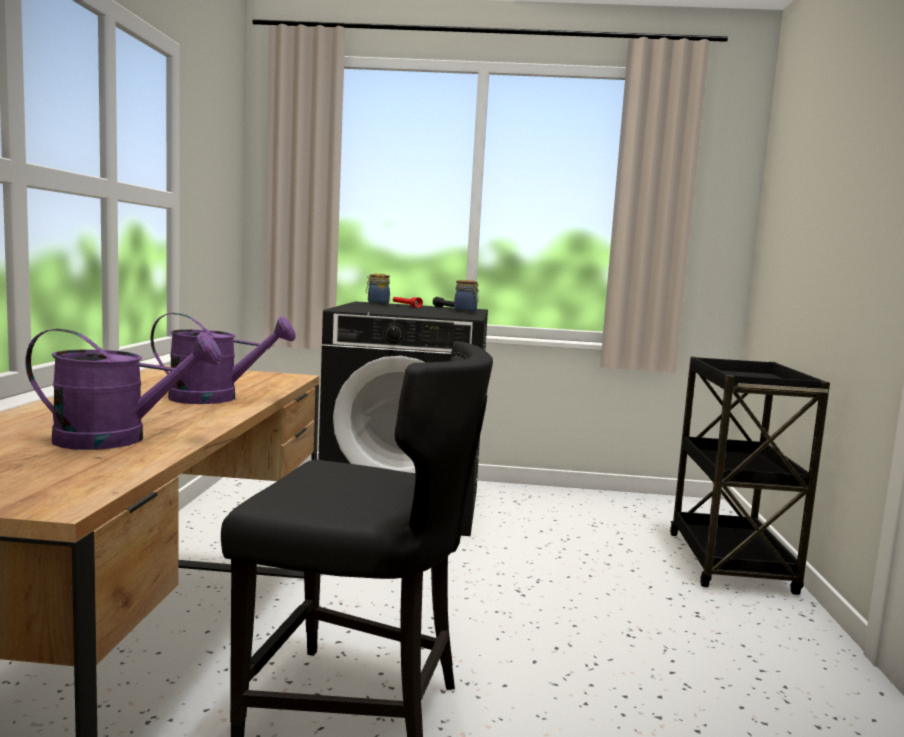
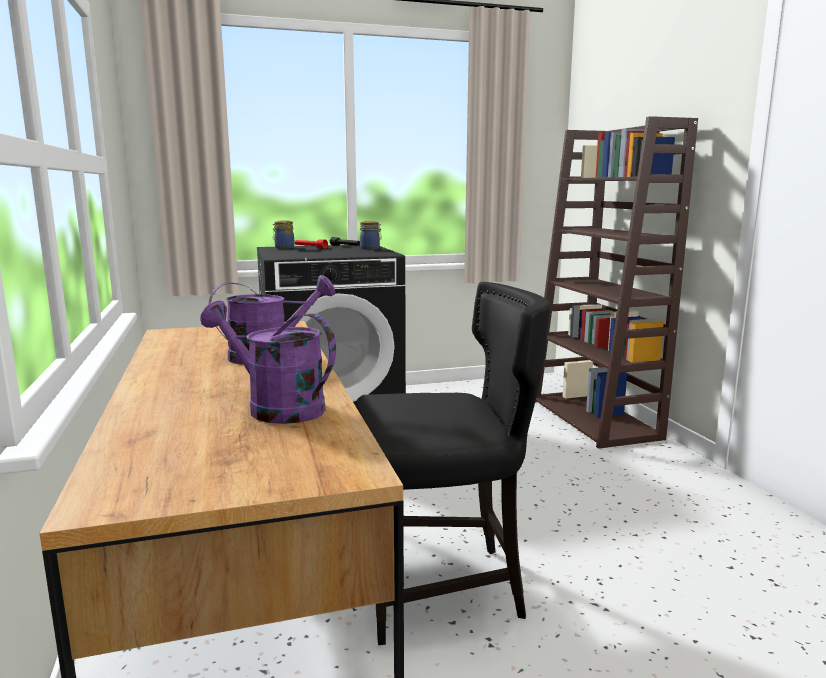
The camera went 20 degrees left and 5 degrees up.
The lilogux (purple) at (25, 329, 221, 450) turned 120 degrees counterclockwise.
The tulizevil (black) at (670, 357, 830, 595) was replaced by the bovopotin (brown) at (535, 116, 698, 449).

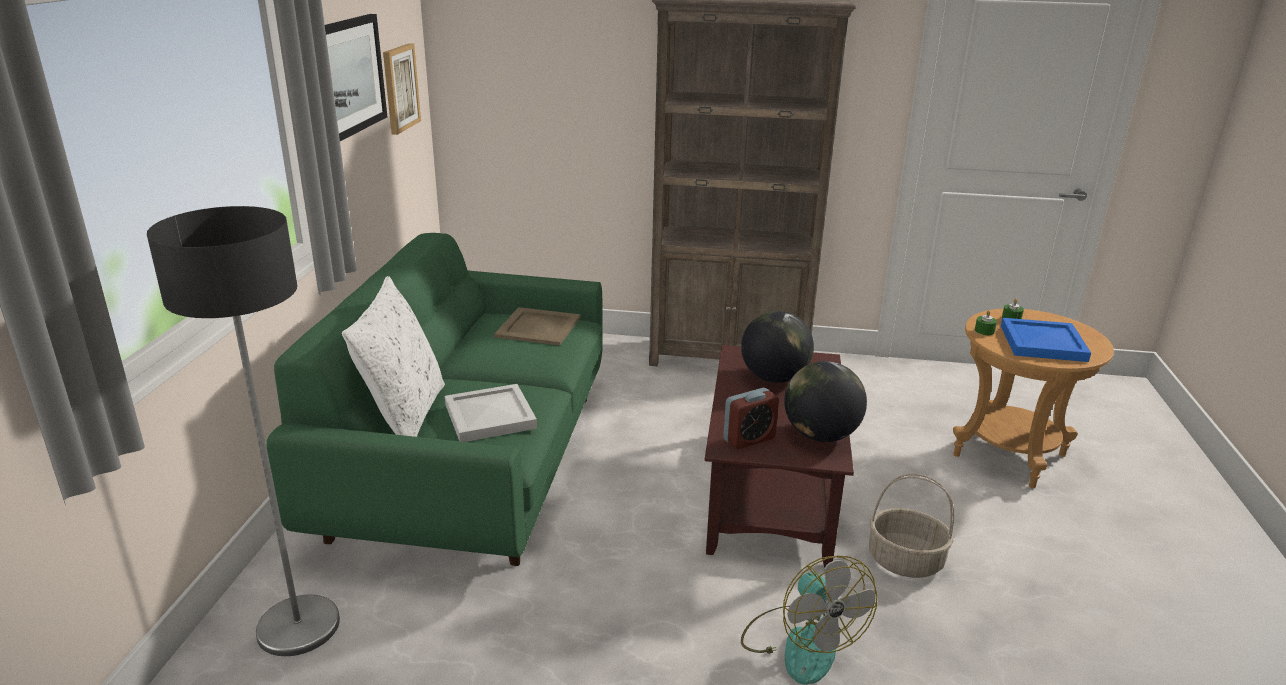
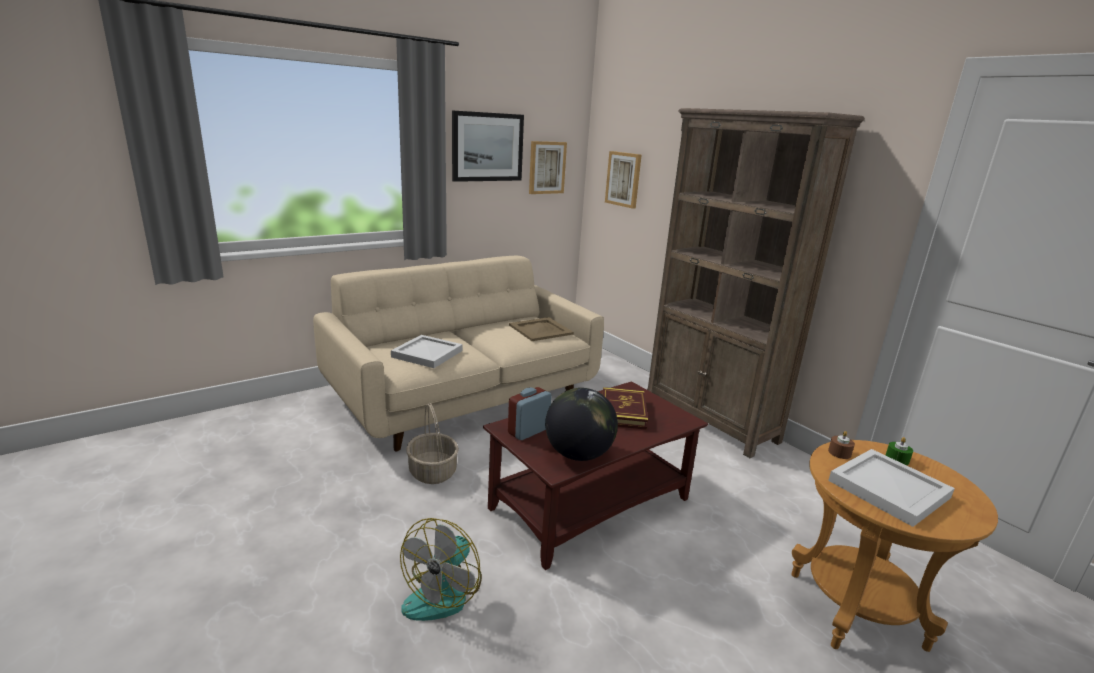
The camera went 45 degrees right and 5 degrees down.
The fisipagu at (147, 206, 340, 656) disappeared.
The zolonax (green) at (266, 233, 603, 566) became the zolonax (beige) at (313, 256, 604, 452).
The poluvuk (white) at (342, 276, 445, 437) disappeared.
The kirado at (723, 388, 779, 449) turned 120 degrees clockwise.
The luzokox at (741, 311, 814, 383) was replaced by the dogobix at (602, 387, 648, 430).
The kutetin moved from (869, 474, 954, 578) to (406, 403, 459, 484).
The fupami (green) at (975, 310, 997, 335) became the fupami (brown) at (828, 431, 855, 459).
The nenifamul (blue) at (1001, 318, 1091, 362) became the nenifamul (white) at (828, 449, 955, 527).
The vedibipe at (605, 151, 642, 209) appeared.

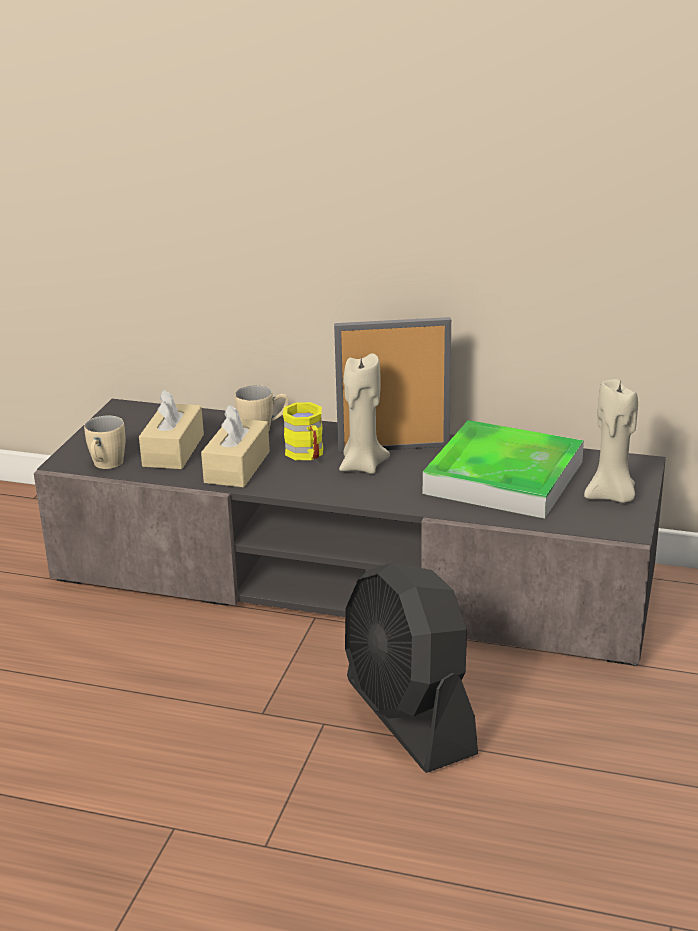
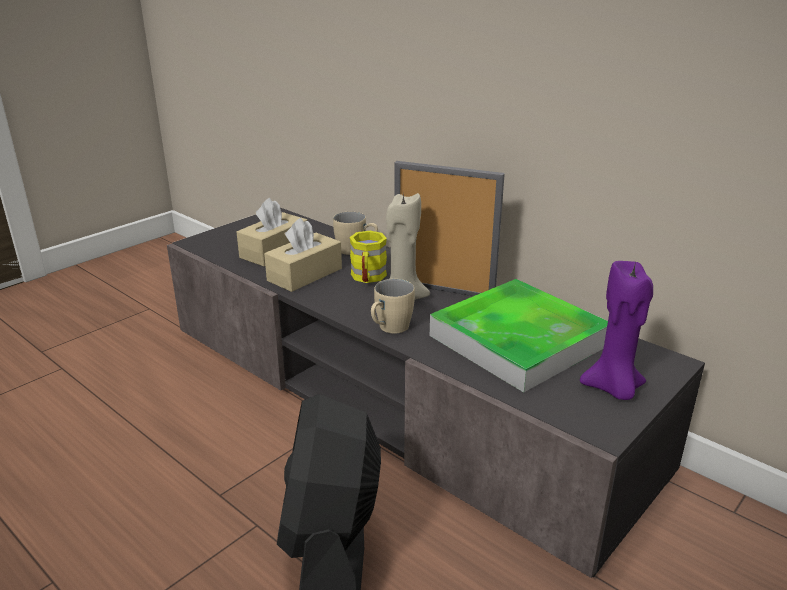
The camera went 25 degrees right and 0 degrees up.
The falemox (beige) moved from (84, 416, 125, 469) to (371, 279, 415, 333).
The fupami (beige) at (584, 379, 638, 503) became the fupami (purple) at (580, 261, 653, 400).

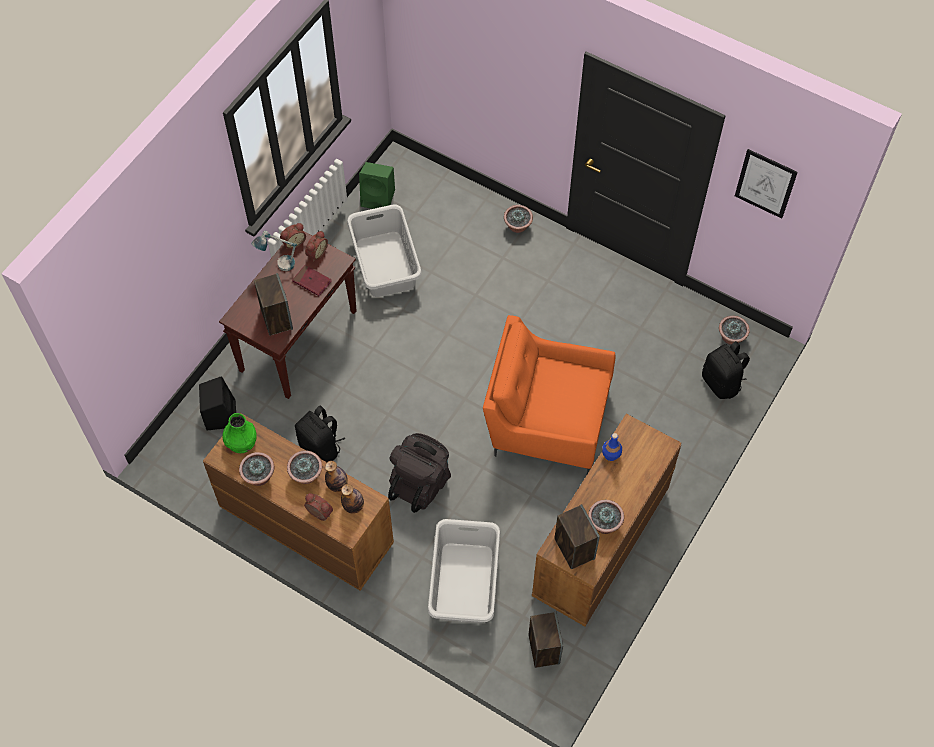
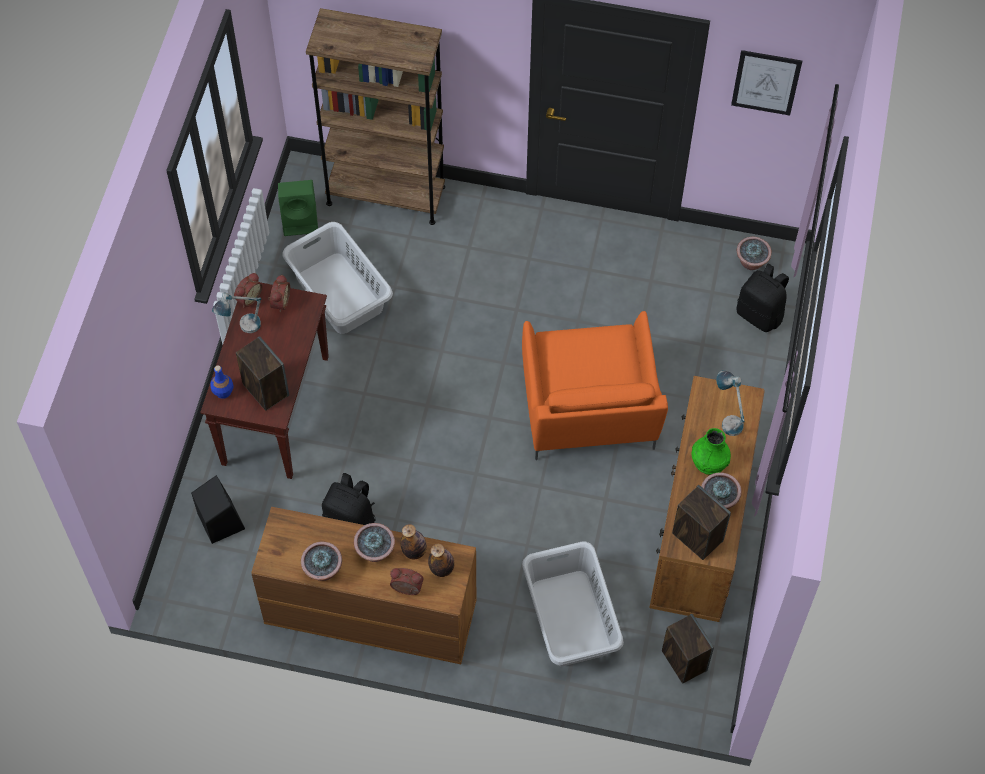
The camera went 20 degrees left and 0 degrees up.
The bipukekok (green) moved from (222, 413, 257, 453) to (691, 428, 731, 475).
The dogobix (red) at (292, 265, 331, 296) disappeared.
The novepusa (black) at (388, 433, 451, 513) disappeared.
The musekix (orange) at (483, 315, 615, 474) turned 90 degrees counterclockwise.
The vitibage at (504, 205, 533, 233) disappeared.
The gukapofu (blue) moved from (602, 433, 622, 461) to (210, 365, 233, 399).
The bovopotin (brown) at (306, 8, 445, 225) appeared.
The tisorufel at (716, 370, 745, 436) appeared.

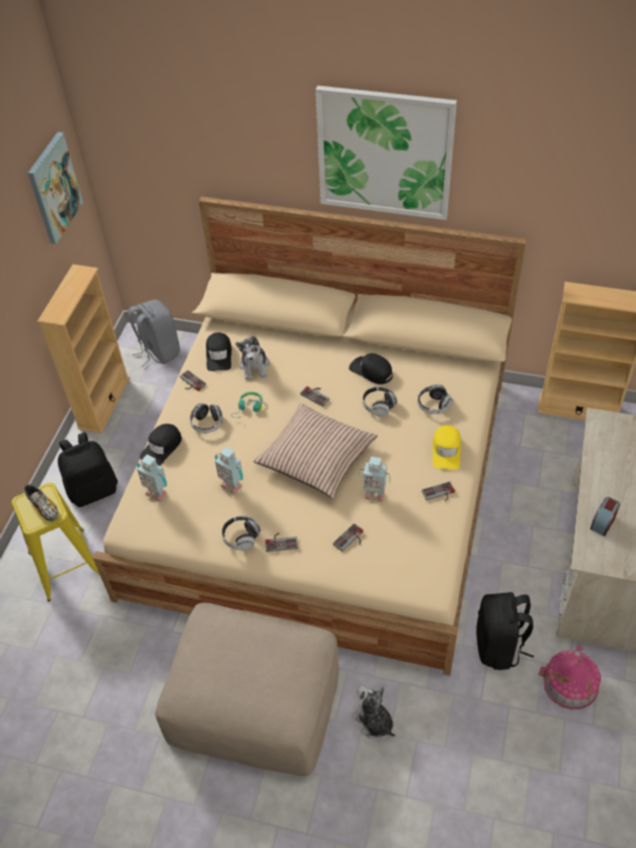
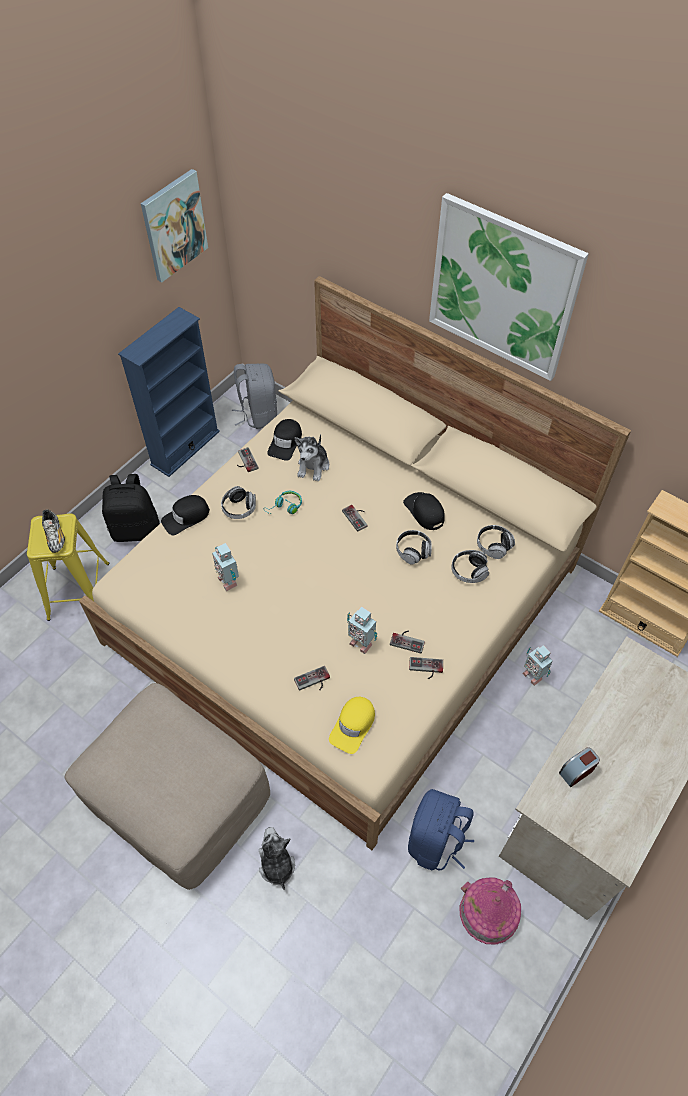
The camera went 20 degrees right and 5 degrees up.
The bovopotin (beige) at (37, 264, 130, 434) became the bovopotin (blue) at (118, 307, 220, 477).
The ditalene moved from (137, 454, 167, 502) to (522, 645, 553, 686).
The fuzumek moved from (222, 516, 261, 550) to (477, 525, 515, 559).
The poluvuk at (253, 403, 378, 498) disappeared.
The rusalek moved from (265, 533, 298, 552) to (390, 631, 425, 653).
The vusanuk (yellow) moved from (433, 425, 461, 470) to (329, 697, 375, 754).
The novepusa (black) at (476, 592, 534, 670) became the novepusa (blue) at (408, 789, 474, 871).

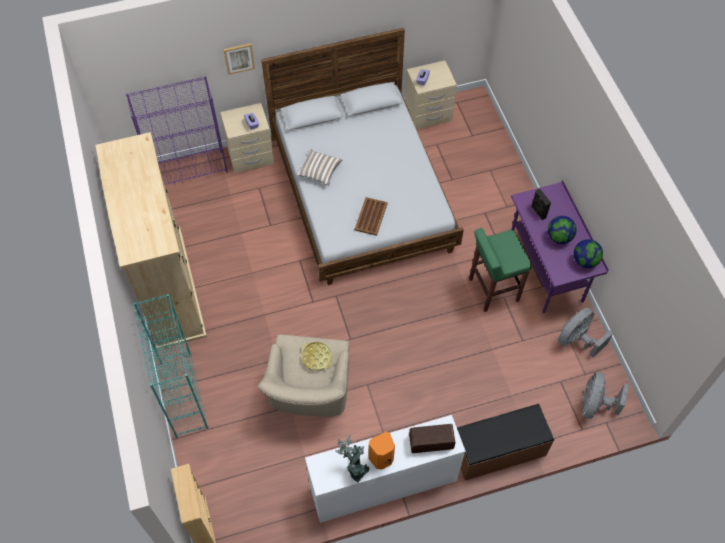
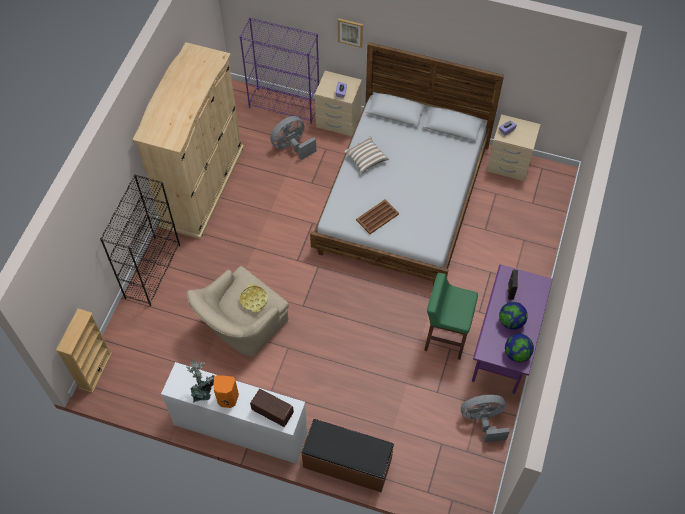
The camera went 35 degrees right and 0 degrees up.
The bovopotin (turquoise) at (133, 294, 208, 438) became the bovopotin (black) at (100, 174, 180, 306).
The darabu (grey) moved from (581, 372, 629, 419) to (270, 116, 316, 160).

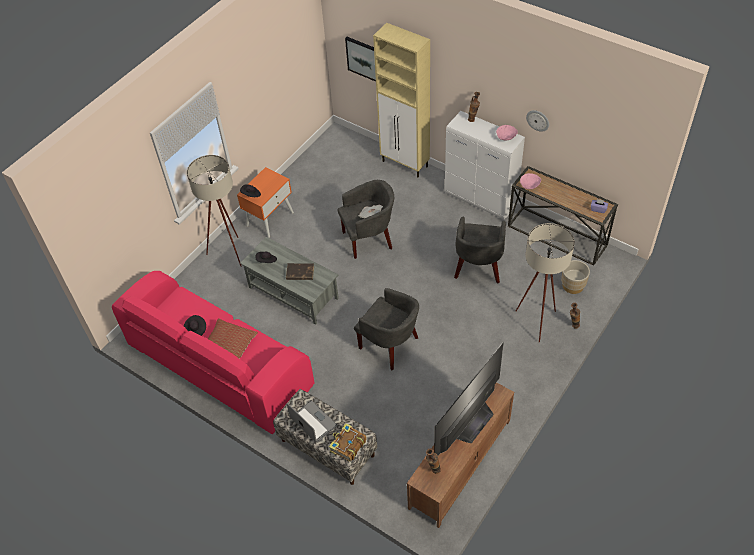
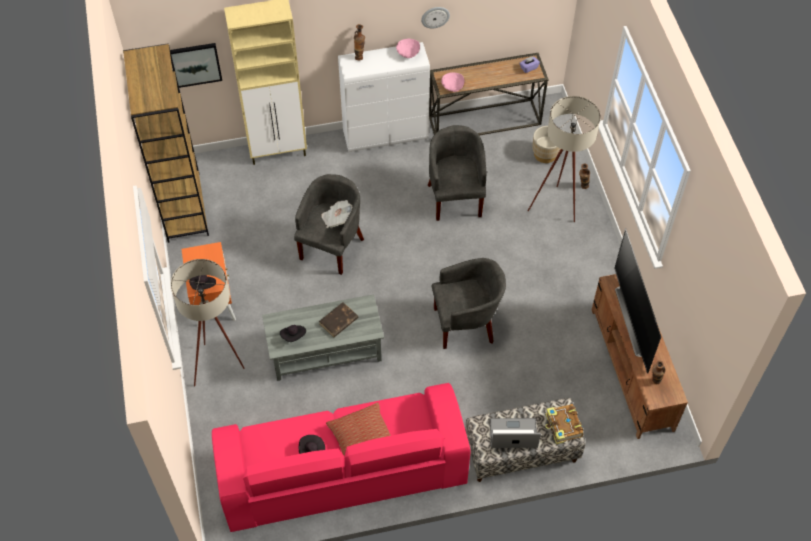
The camera went 50 degrees left and 5 degrees up.
The musekix (grey) at (454, 217, 506, 283) turned 150 degrees counterclockwise.
The bovopotin (brown) at (123, 43, 209, 243) appeared.

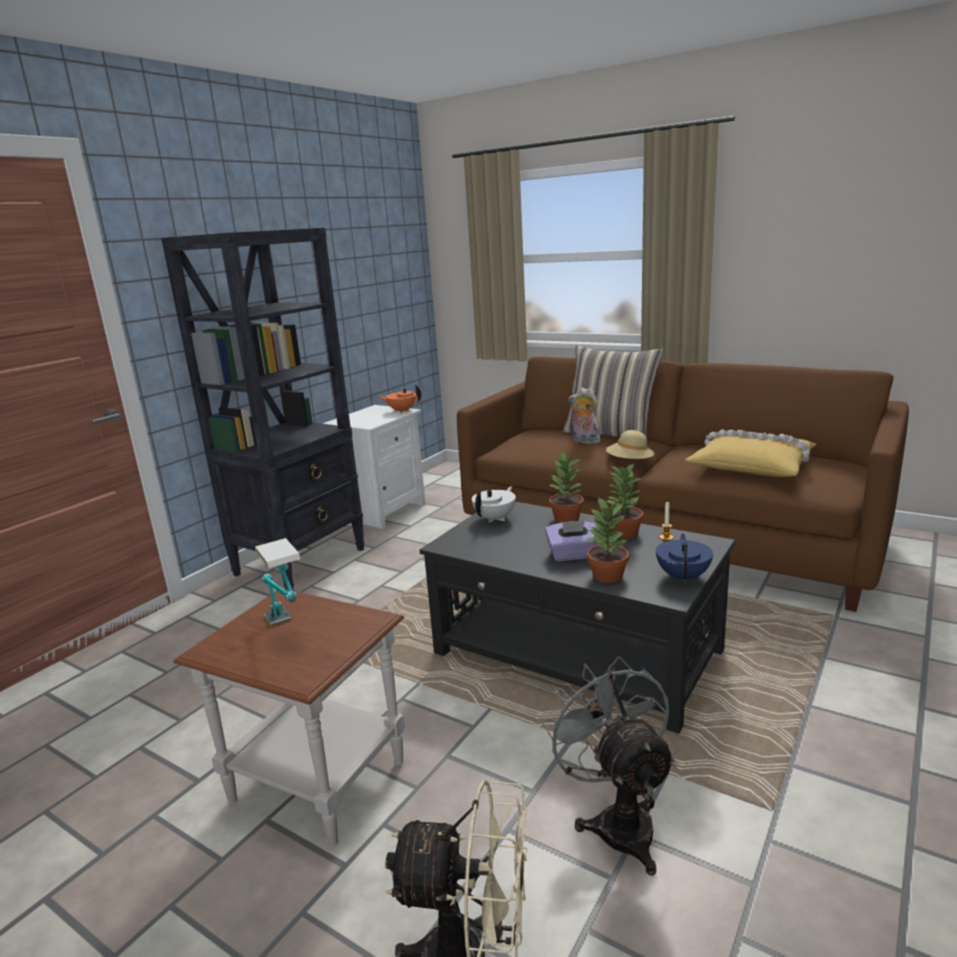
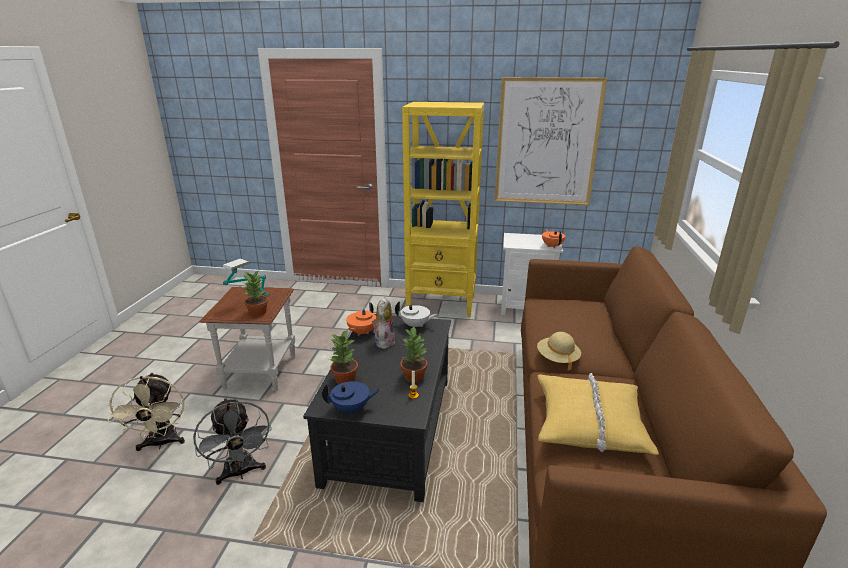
The camera went 65 degrees right and 5 degrees up.
The bovopotin (black) at (161, 228, 365, 591) became the bovopotin (yellow) at (402, 102, 484, 317).
The darabu (grey) at (542, 656, 677, 876) turned 105 degrees clockwise.
The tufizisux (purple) at (545, 521, 599, 561) disappeared.
The vitibage moved from (548, 451, 584, 523) to (242, 271, 268, 316).
The poluvuk at (563, 345, 663, 439) disappeared.
The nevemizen moved from (568, 388, 601, 444) to (372, 297, 395, 349).
The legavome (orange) at (346, 302, 376, 336) appeared.
The vedibipe at (495, 77, 607, 205) appeared.

